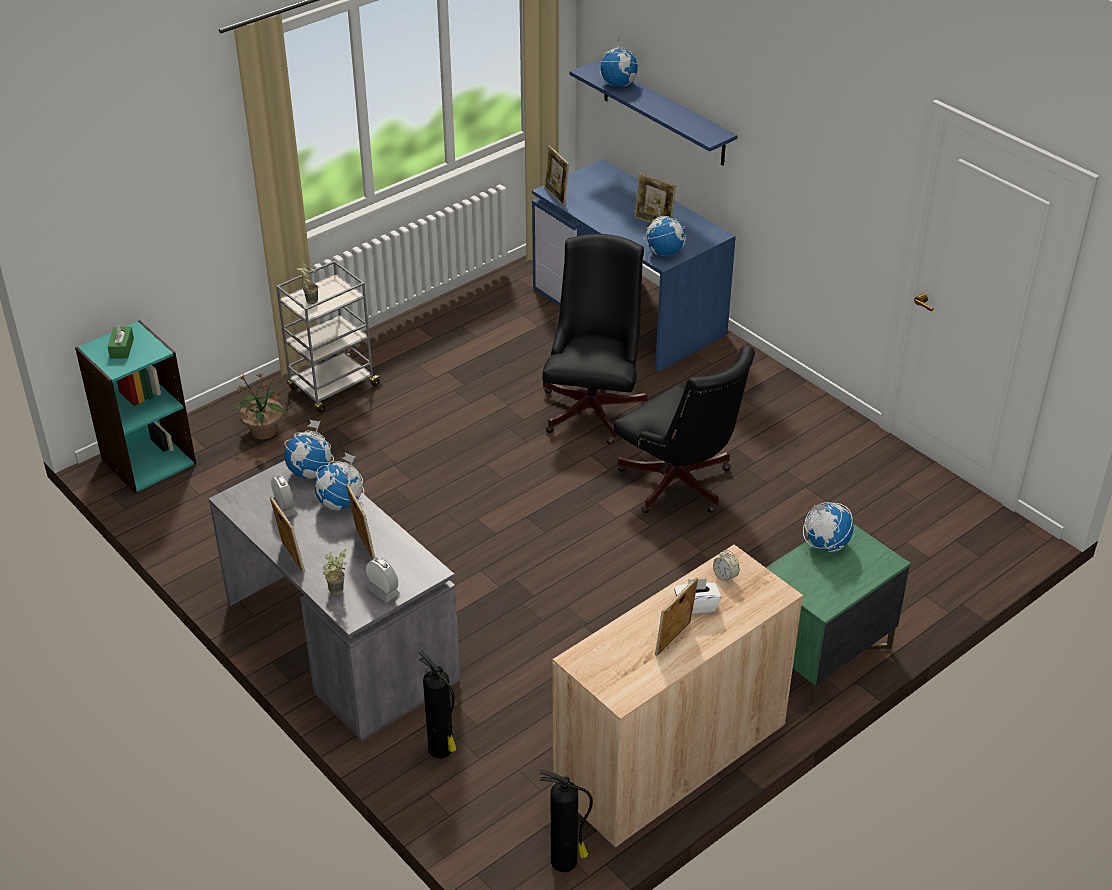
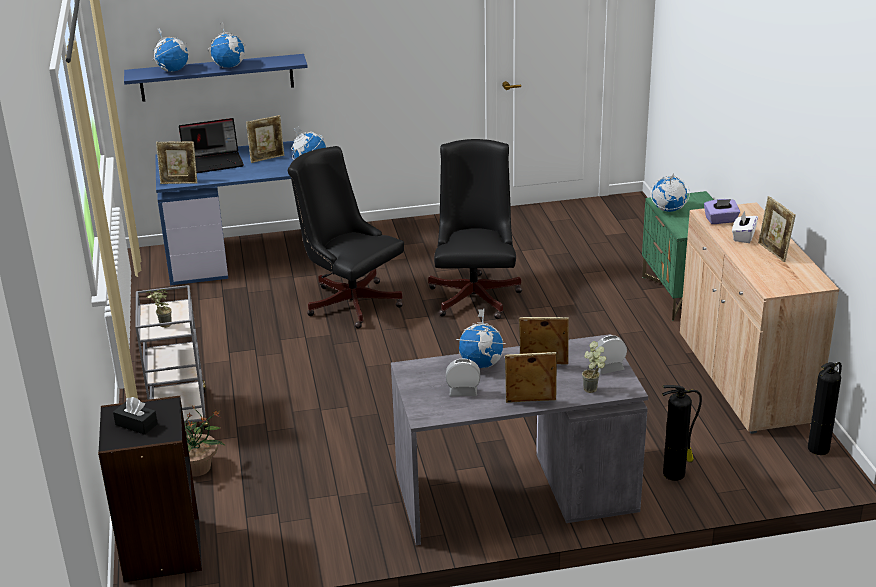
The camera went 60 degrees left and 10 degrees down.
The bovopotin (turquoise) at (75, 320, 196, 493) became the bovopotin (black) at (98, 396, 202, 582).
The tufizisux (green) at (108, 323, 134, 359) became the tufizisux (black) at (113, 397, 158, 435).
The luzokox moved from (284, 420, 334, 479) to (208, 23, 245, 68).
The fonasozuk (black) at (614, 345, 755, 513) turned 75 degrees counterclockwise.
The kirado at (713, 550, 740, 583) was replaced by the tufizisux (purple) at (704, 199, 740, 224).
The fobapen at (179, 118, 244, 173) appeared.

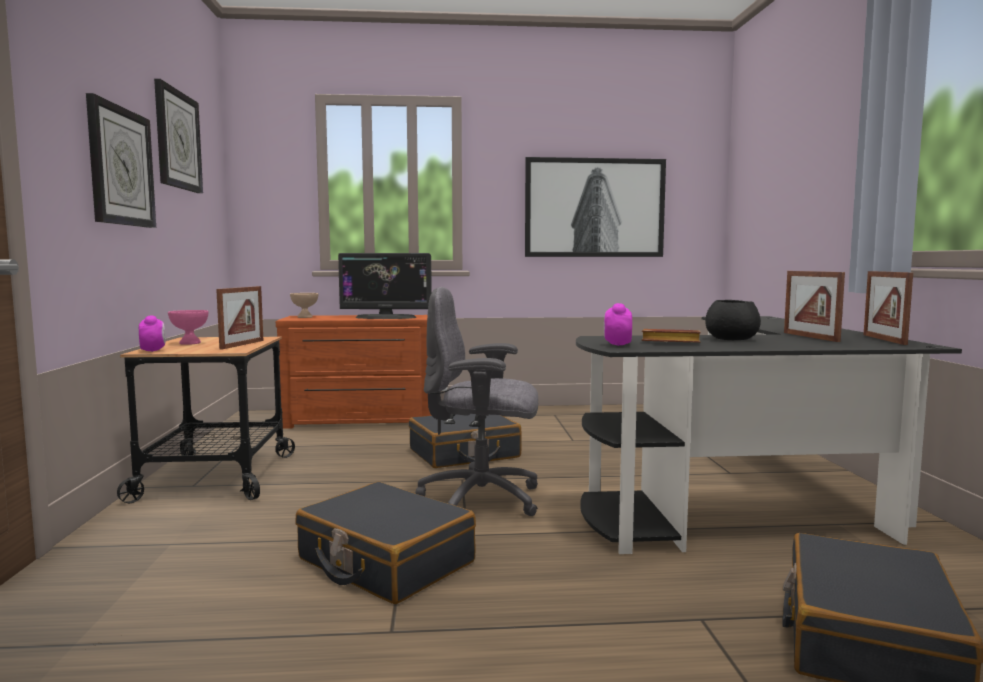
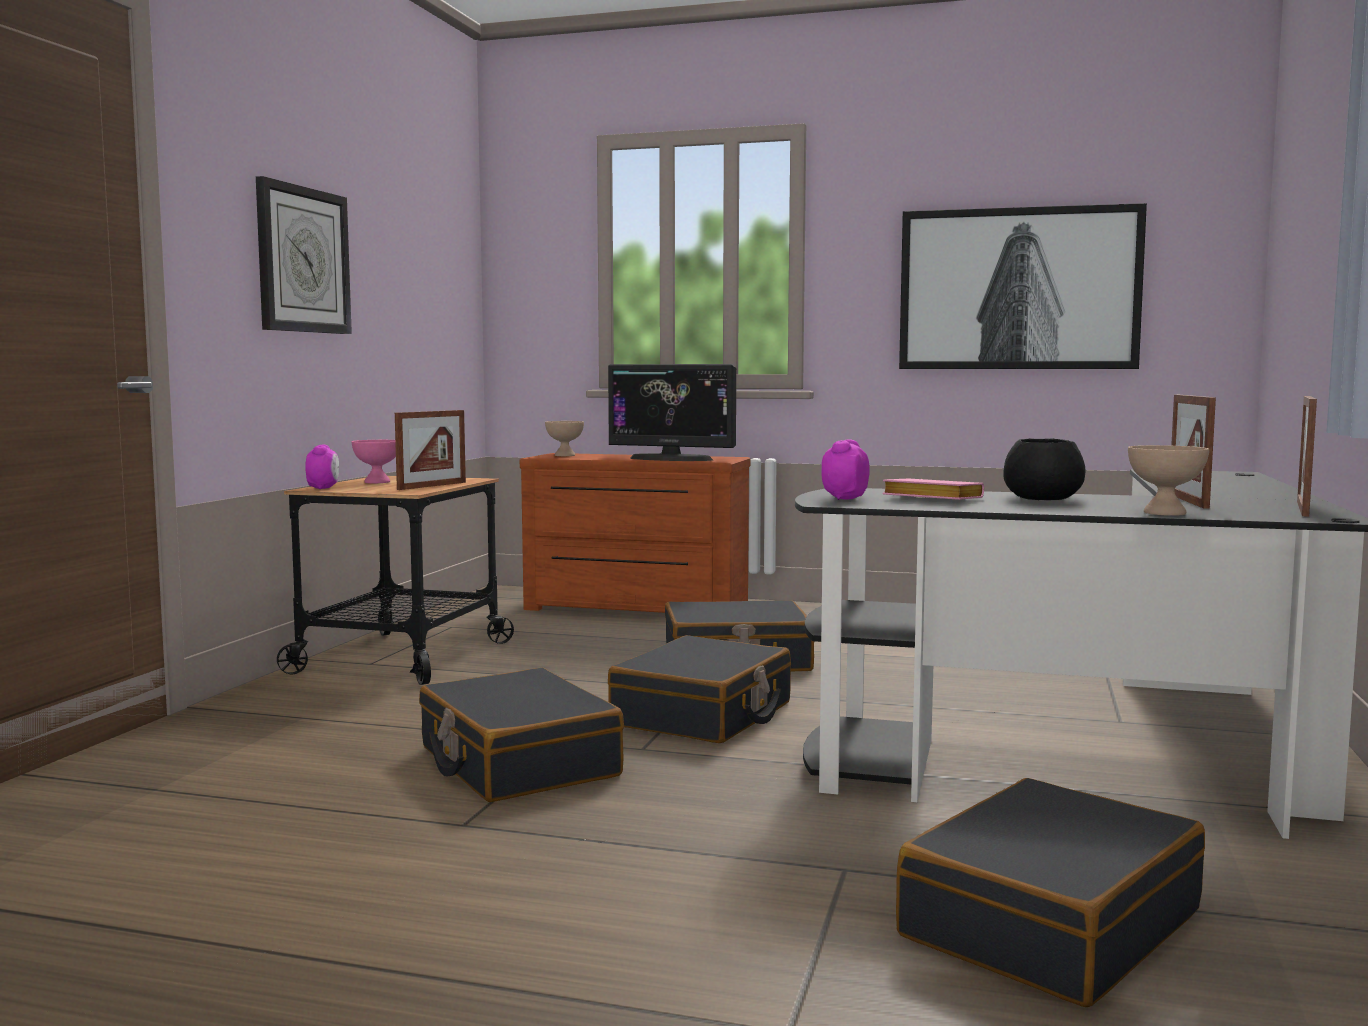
The camera went 20 degrees right and 0 degrees up.
The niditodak at (154, 79, 203, 193) disappeared.
The fonasozuk (grey) at (415, 287, 538, 516) was replaced by the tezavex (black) at (608, 635, 791, 743).
The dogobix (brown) at (642, 329, 701, 343) became the dogobix (pink) at (882, 478, 984, 500).
The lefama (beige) at (1128, 445, 1209, 516) appeared.

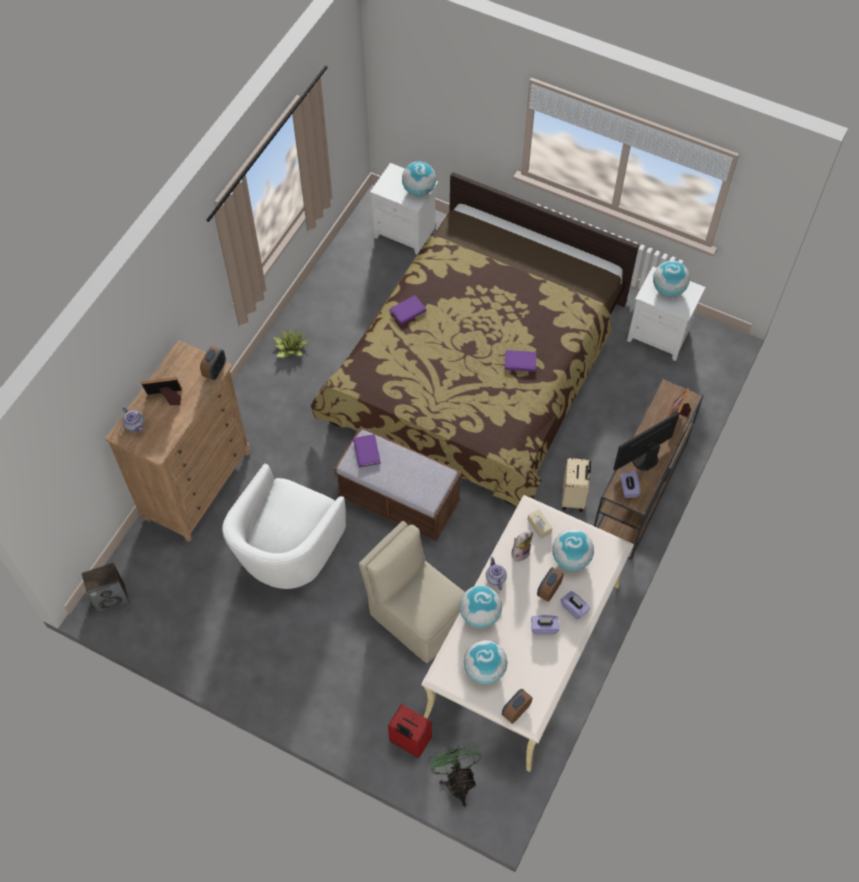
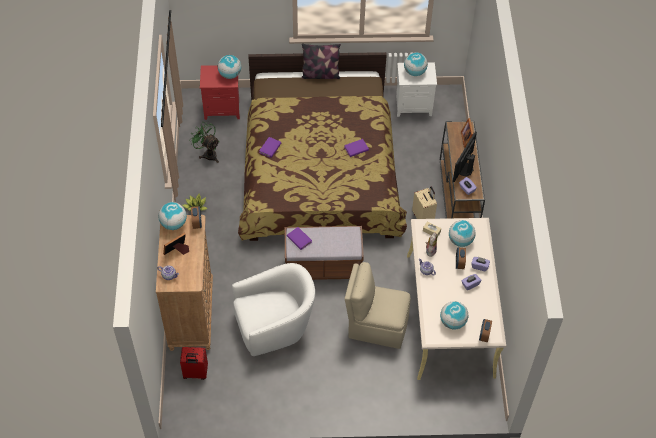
The camera went 30 degrees left and 5 degrees down.
The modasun at (82, 563, 130, 614) disappeared.
The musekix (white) at (222, 463, 346, 589) turned 105 degrees counterclockwise.
The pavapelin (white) at (370, 163, 438, 255) became the pavapelin (red) at (200, 65, 240, 120).
The tezavex (red) moved from (388, 704, 432, 758) to (180, 347, 208, 380).
The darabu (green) moved from (429, 742, 482, 807) to (189, 122, 219, 163).
The luzokox moved from (460, 585, 502, 628) to (158, 202, 187, 230).
The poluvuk at (301, 43, 341, 79) appeared.

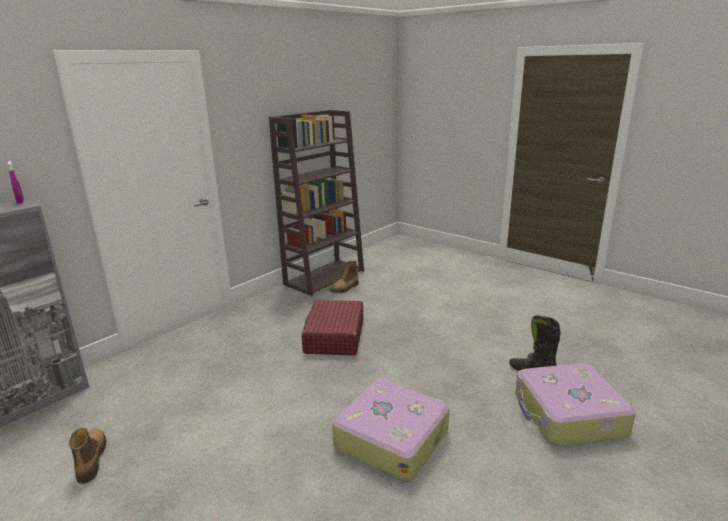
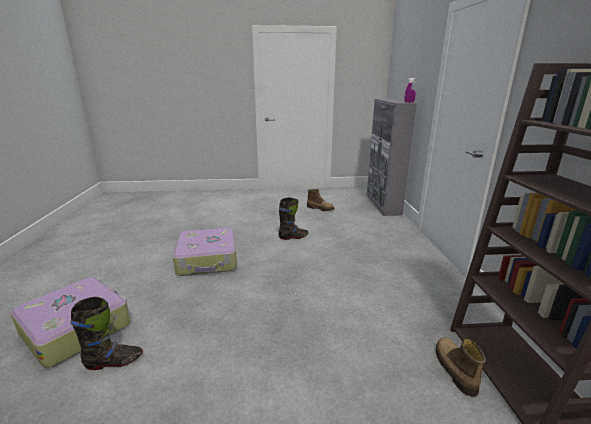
The camera went 135 degrees right and 0 degrees up.
The tezavex (red) at (302, 300, 363, 355) disappeared.
The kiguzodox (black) at (279, 197, 309, 240) appeared.

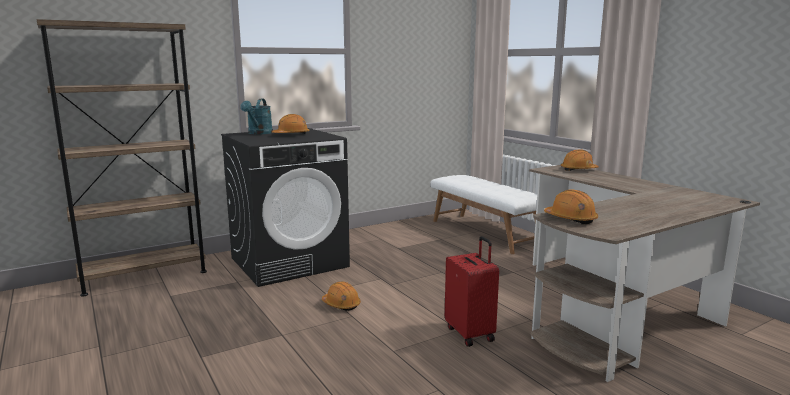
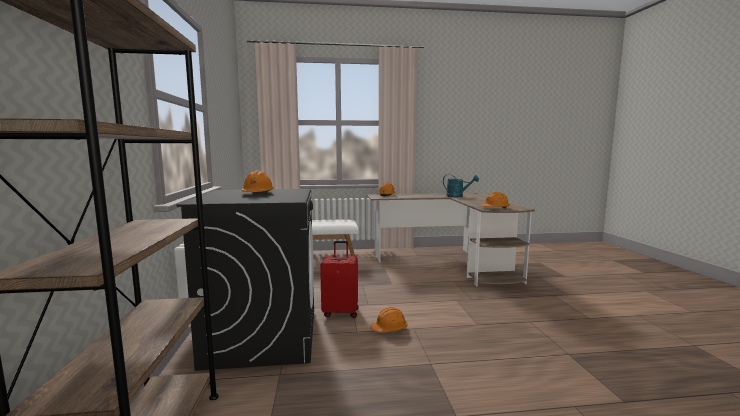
The camera went 65 degrees left and 5 degrees down.
The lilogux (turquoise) moved from (240, 99, 273, 135) to (443, 174, 479, 197).
The tezavex (red) moved from (445, 236, 499, 347) to (320, 241, 359, 318).

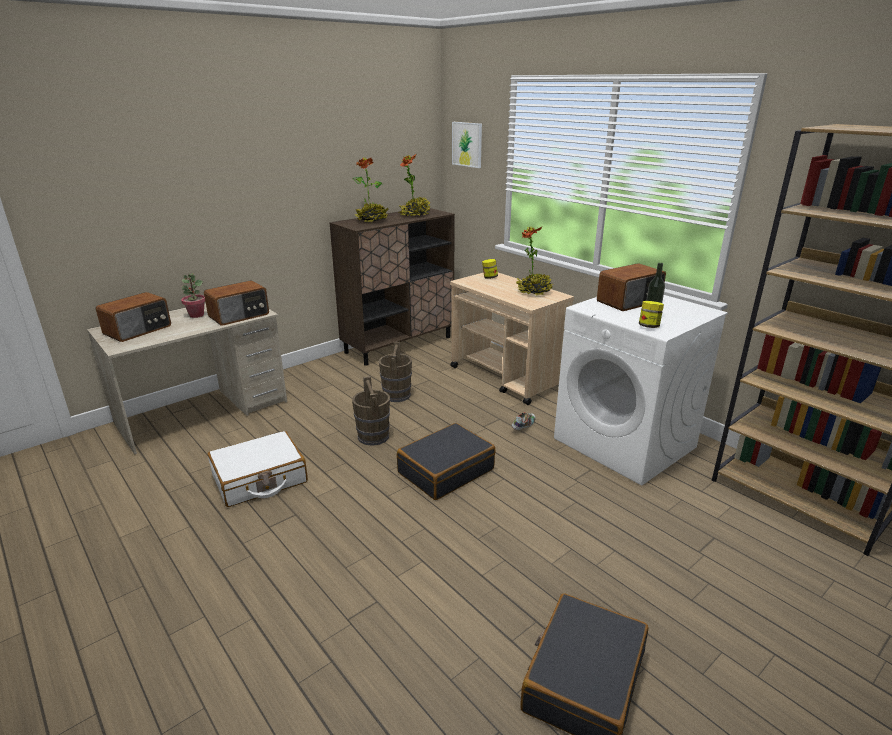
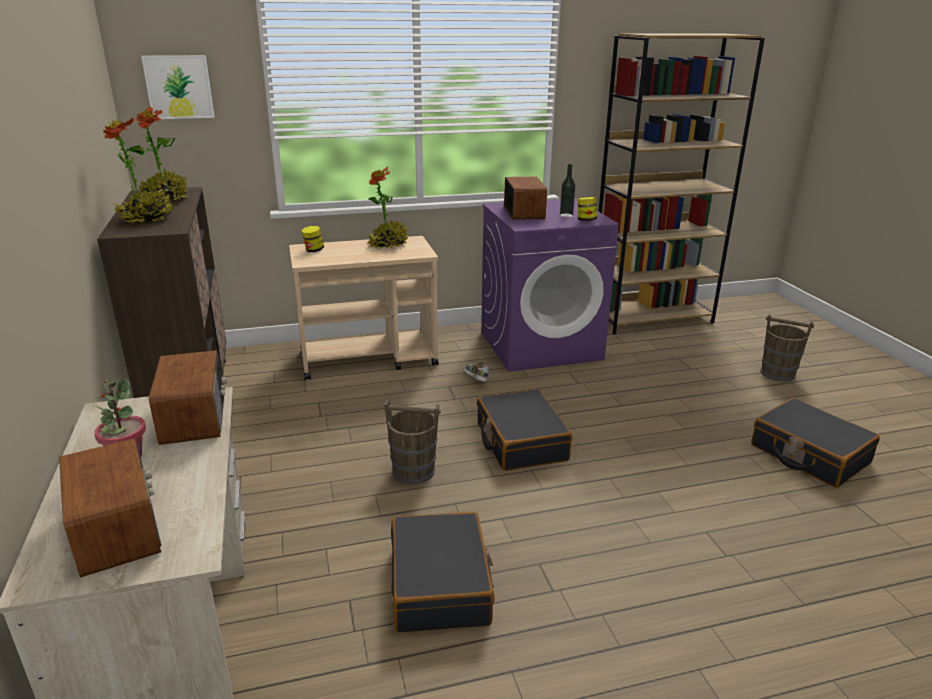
The camera went 65 degrees left and 0 degrees up.
The tezavex (white) at (208, 431, 308, 507) became the tezavex (black) at (391, 511, 494, 633).
The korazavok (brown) moved from (379, 342, 412, 402) to (761, 313, 814, 382).
The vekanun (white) at (554, 295, 728, 486) became the vekanun (purple) at (481, 198, 619, 372).

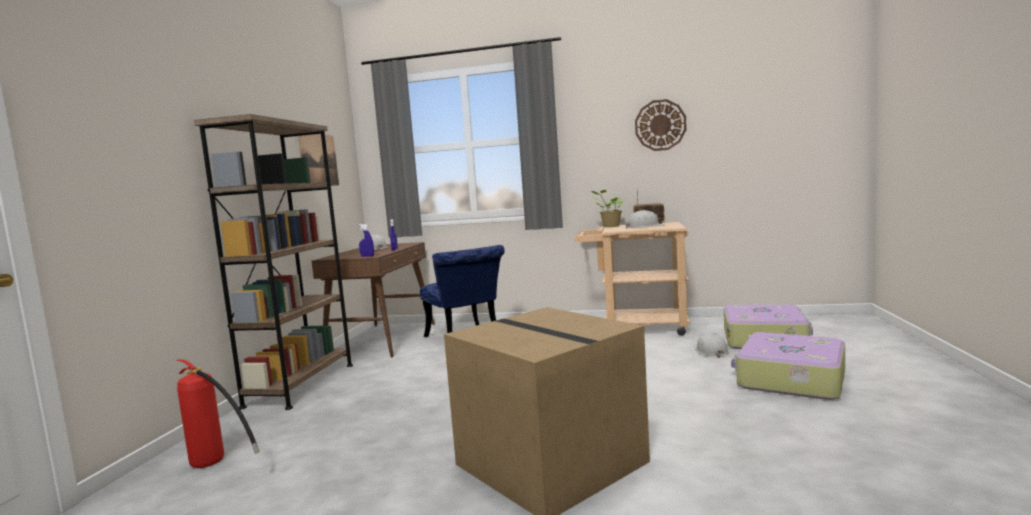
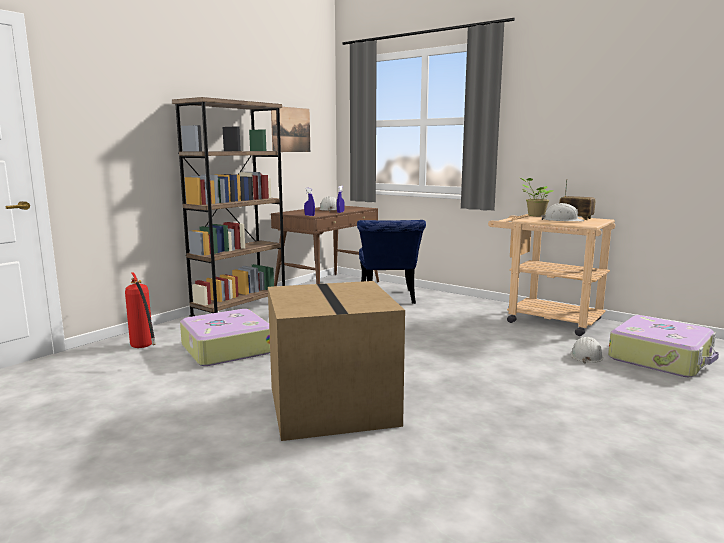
The camera went 25 degrees right and 5 degrees up.
The niditodak at (635, 99, 687, 151) disappeared.
The tezavex moved from (731, 332, 845, 400) to (180, 309, 270, 366).

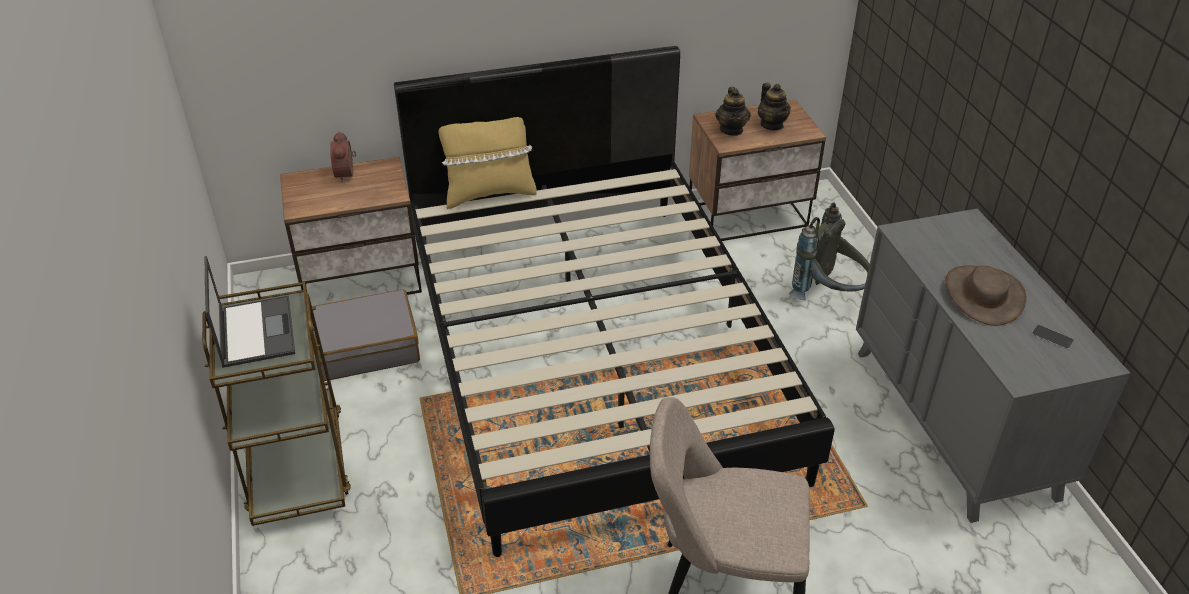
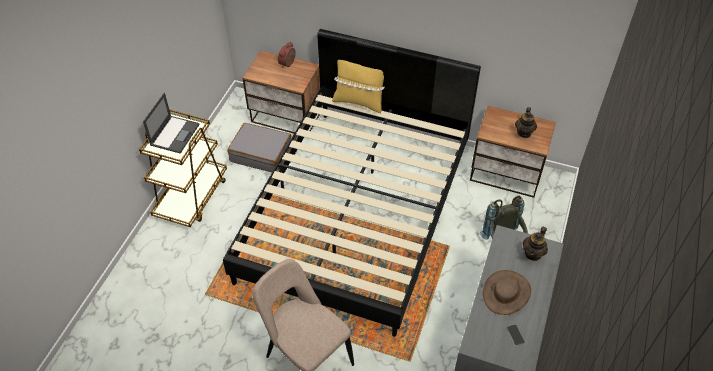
The camera went 35 degrees right and 10 degrees up.
The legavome moved from (715, 87, 751, 136) to (523, 227, 548, 261).

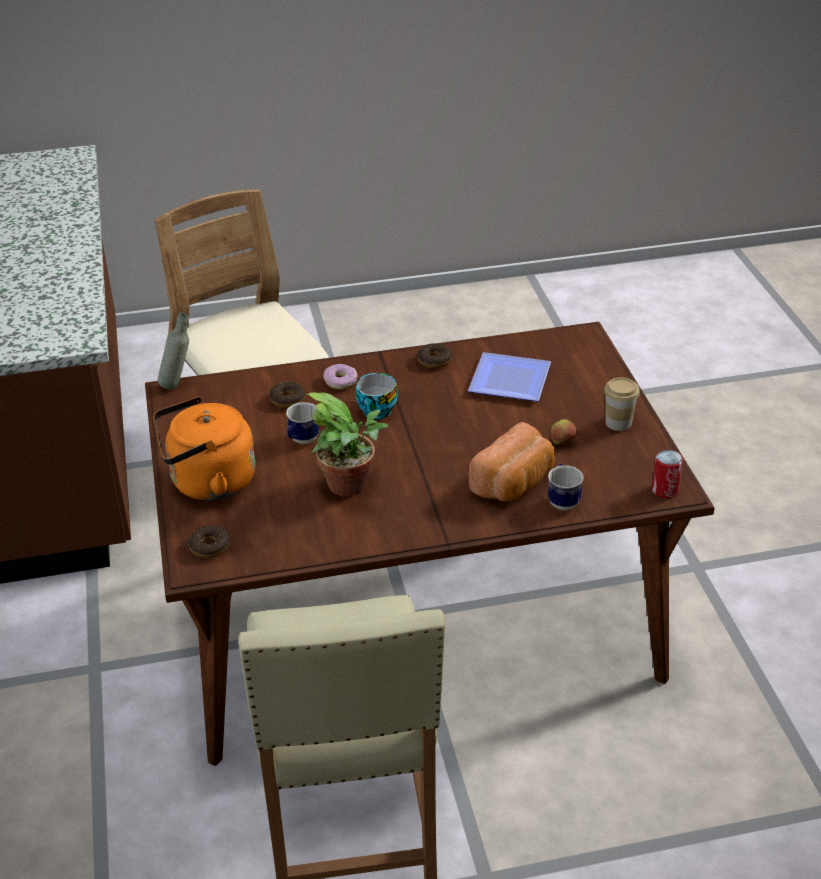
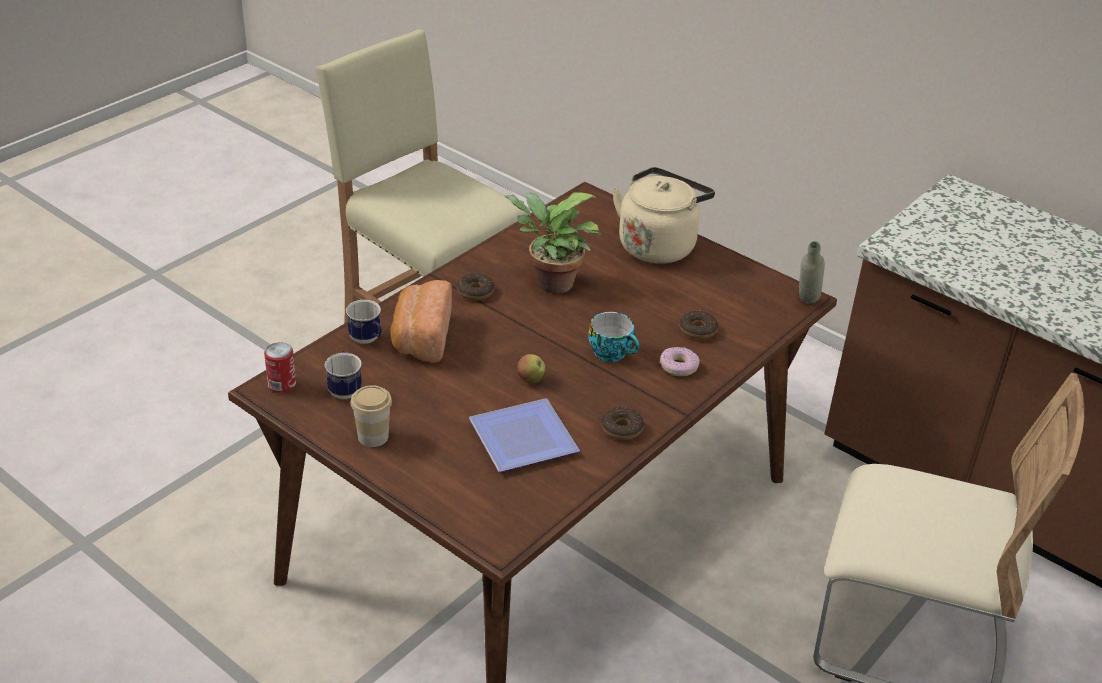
The camera went 140 degrees right and 0 degrees up.
The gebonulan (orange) at (153, 397, 256, 501) became the gebonulan (beige) at (612, 167, 715, 264).
The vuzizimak moved from (188, 525, 230, 558) to (457, 273, 495, 301).
The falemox moved from (286, 402, 319, 444) to (325, 351, 362, 399).
The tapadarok moved from (550, 419, 577, 445) to (517, 354, 545, 384).

